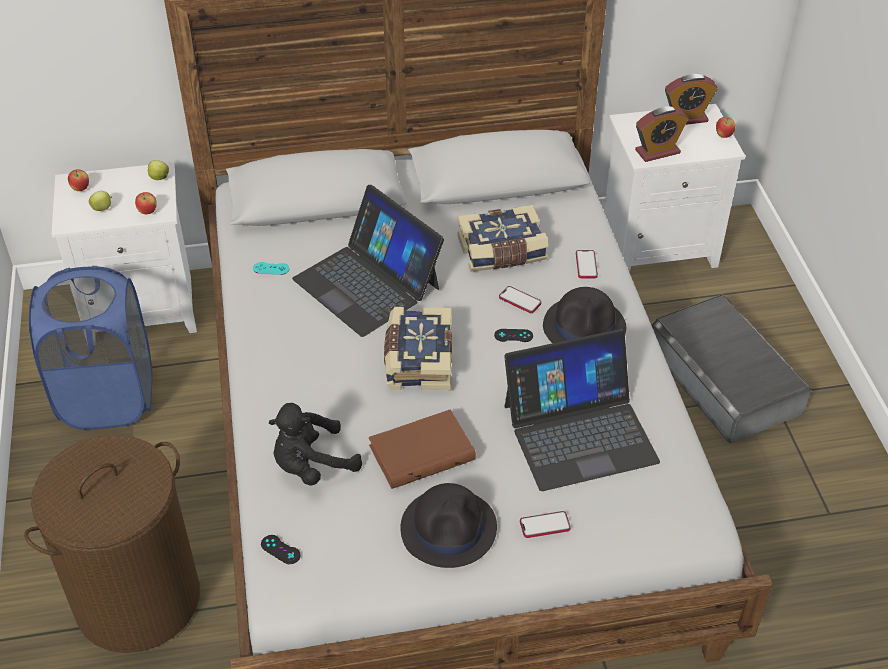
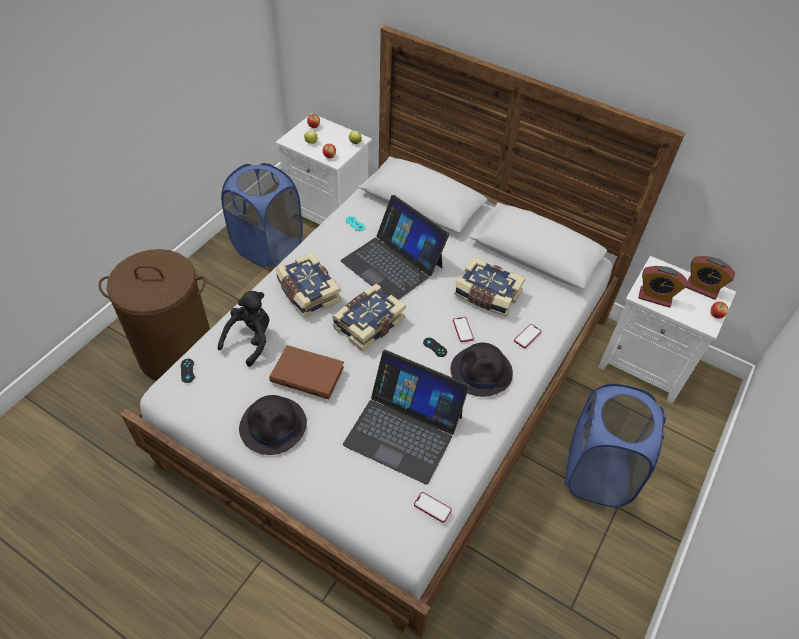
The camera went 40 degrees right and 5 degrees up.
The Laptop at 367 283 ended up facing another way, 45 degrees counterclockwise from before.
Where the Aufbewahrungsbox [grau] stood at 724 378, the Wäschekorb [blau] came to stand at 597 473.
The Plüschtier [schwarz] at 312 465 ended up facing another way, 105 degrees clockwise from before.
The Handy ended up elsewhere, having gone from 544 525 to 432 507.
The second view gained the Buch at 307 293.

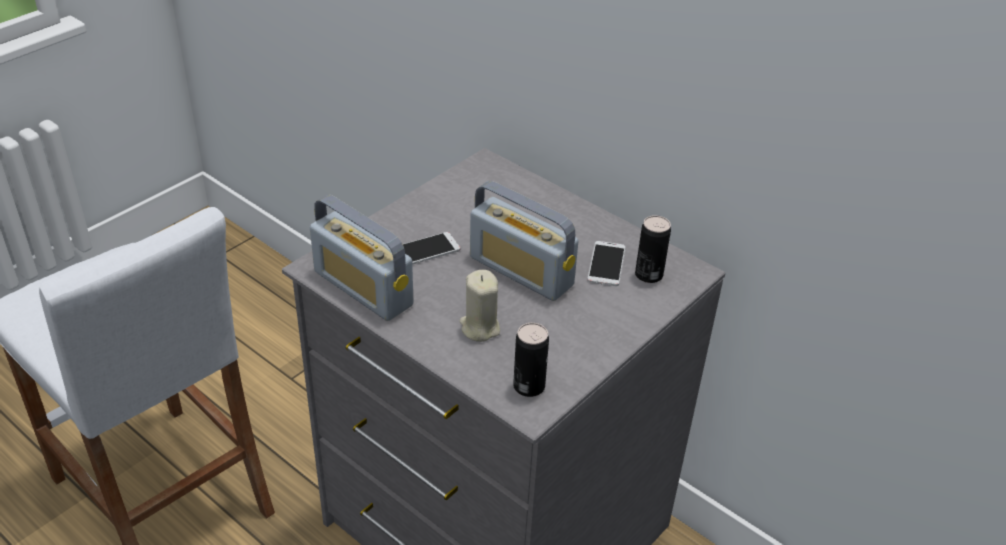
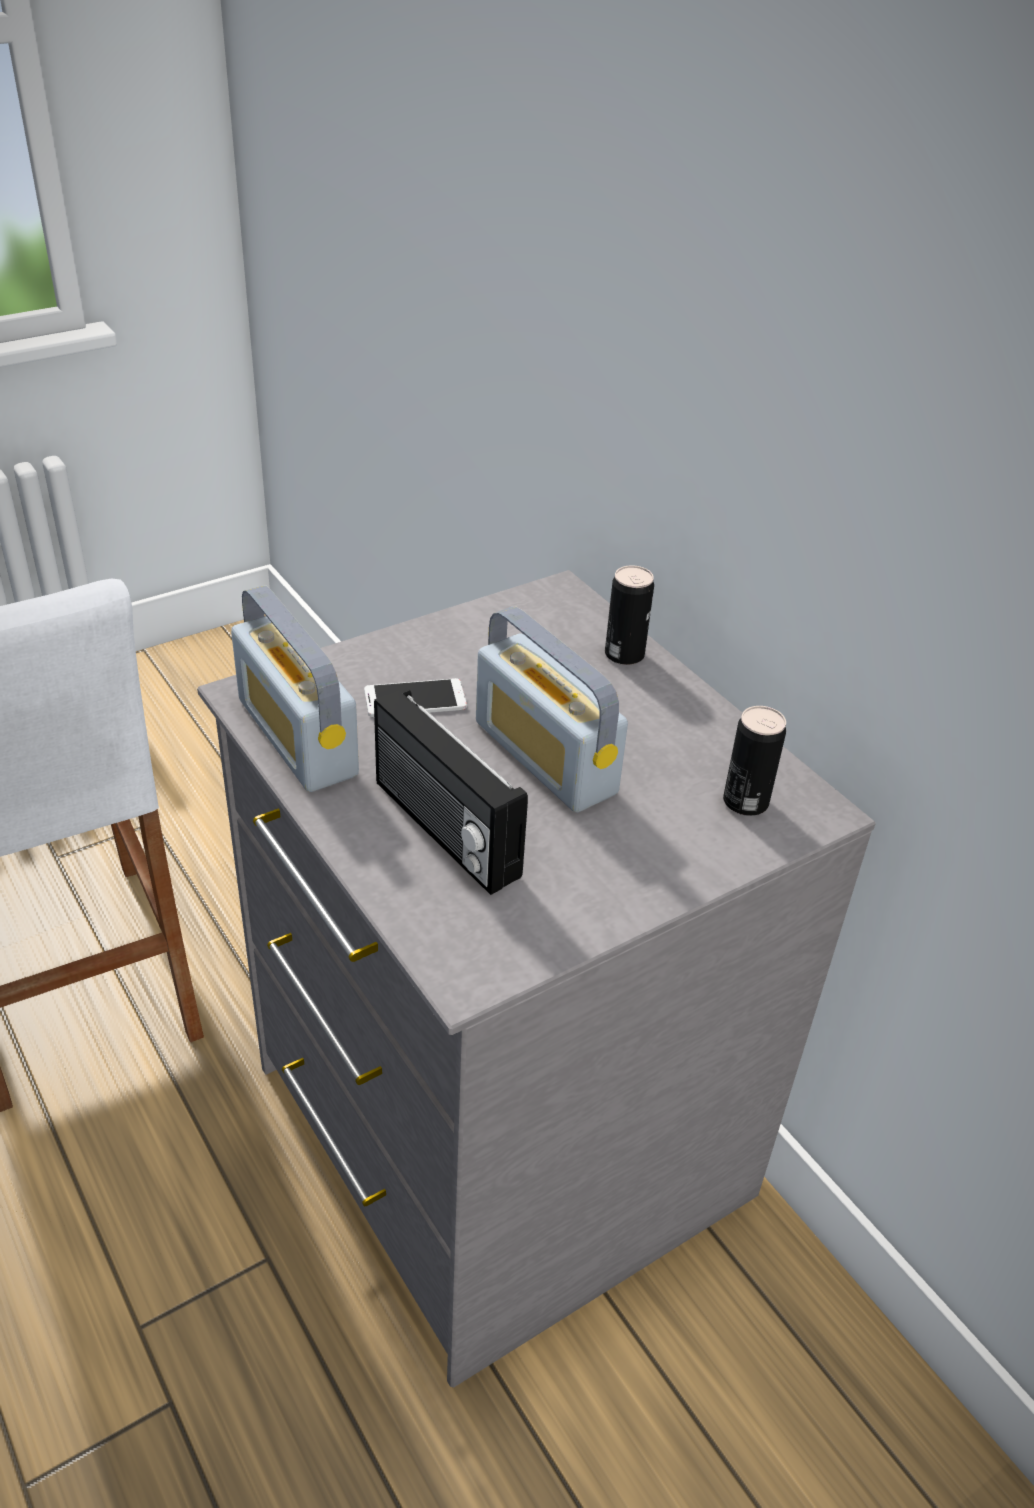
The camera went 15 degrees right and 0 degrees up.
The second view lost the Handy at 606 264.
Where the Kerze [beige] stood at 479 328, the Radio came to stand at 443 830.
The Dose ended up elsewhere, having gone from 529 386 to 624 655.

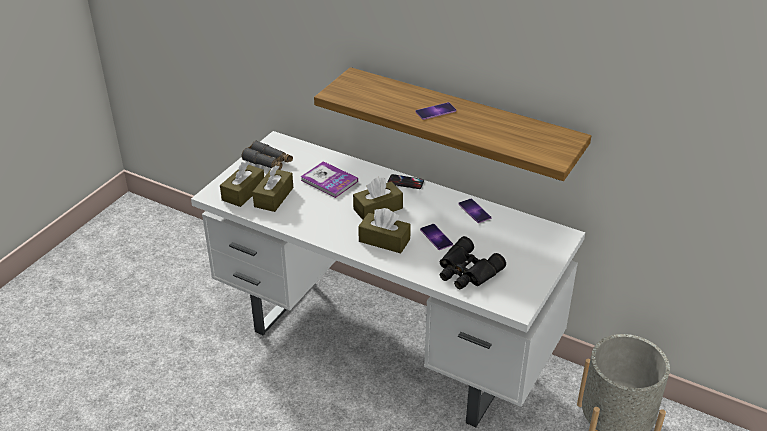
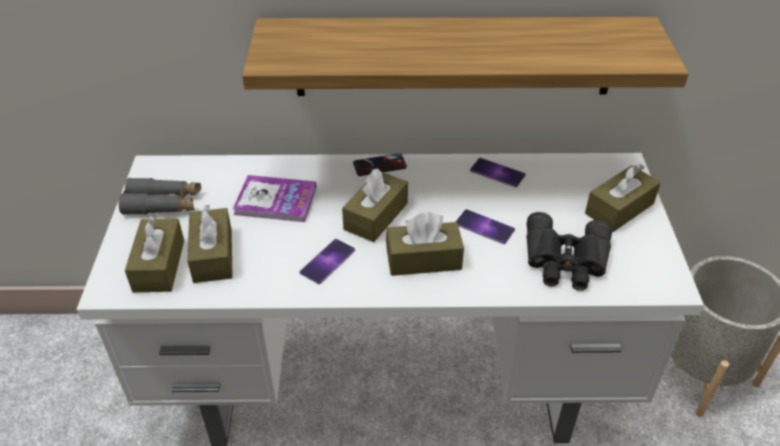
The camera went 30 degrees left and 5 degrees up.
The Handy ended up elsewhere, having gone from 435 111 to 327 261.
The second view gained the Taschentuchbox [braun] at 619 208.

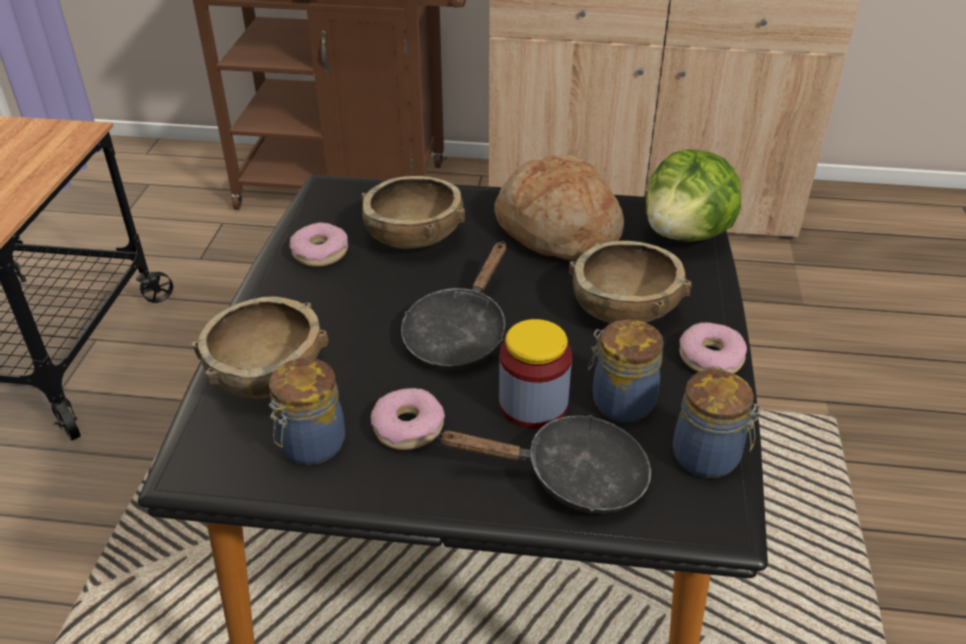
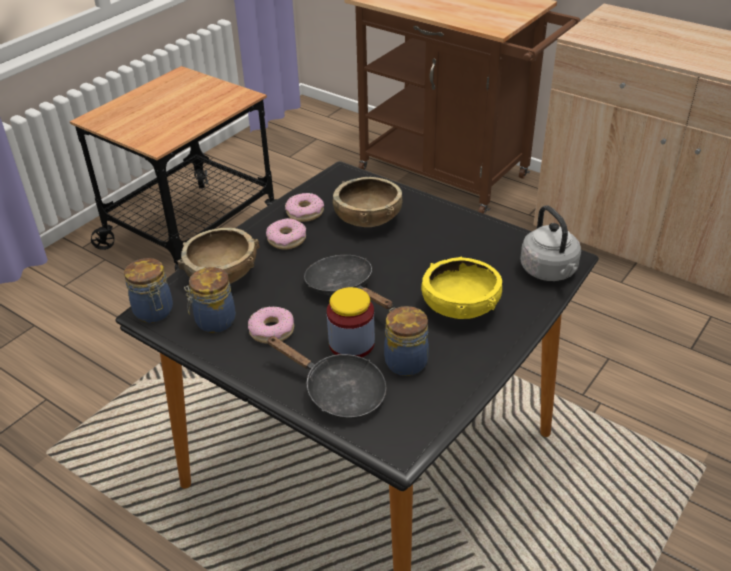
The camera went 30 degrees right and 0 degrees up.
Where the Salatkopf stood at 686 234, the Wasserkessel [grau] came to stand at 550 272.
The second view lost the Brot at 557 230.
What was the Schüssel [braun] at 625 309 turned into the Schüssel [gelb] at 460 307.
The Pfanne [schwarz] at 459 334 ended up facing another way, 90 degrees clockwise from before.
The Donut ended up elsewhere, having gone from 711 358 to 287 239.
The Vorratsglas ended up elsewhere, having gone from 708 458 to 154 312.

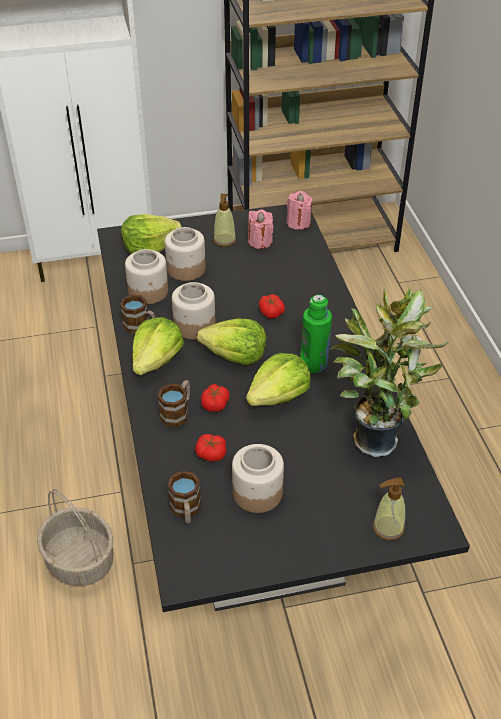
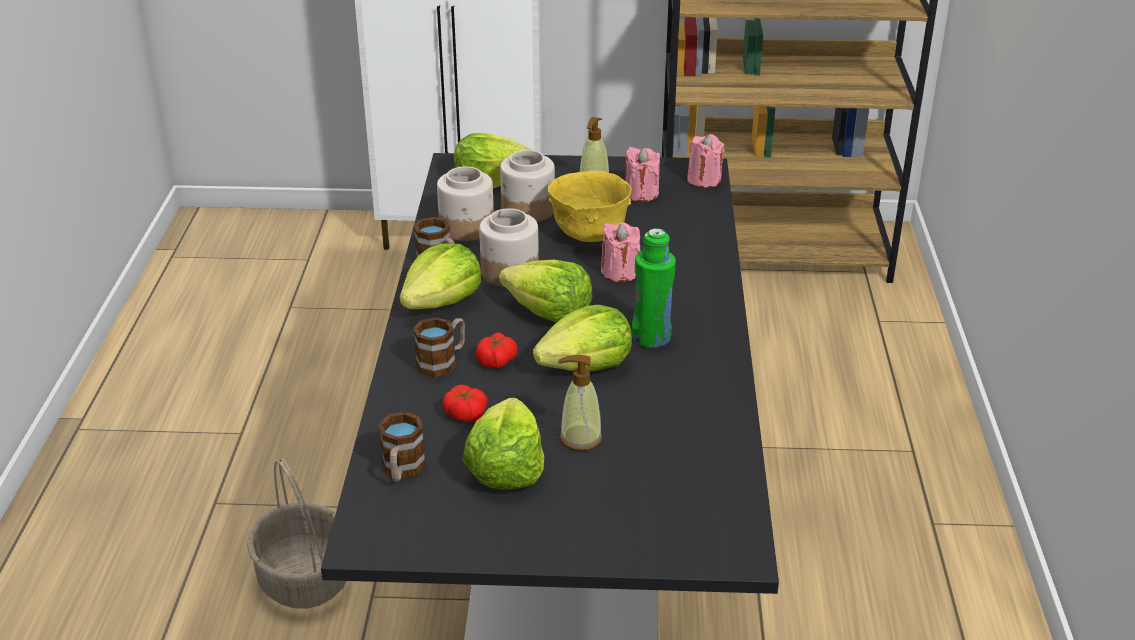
The camera went 15 degrees right and 10 degrees down.
The second view lost the Topfpflanze at 373 437.
Where the Tomate stood at 271 312, the Kerze [rosa] came to stand at 619 272.
Where the Vorratsglas stood at 257 493, the Salatkopf came to stand at 505 468.
The Seifenspender ended up elsewhere, having gone from 388 528 to 580 438.
The second view gained the Schüssel [gelb] at 589 235.

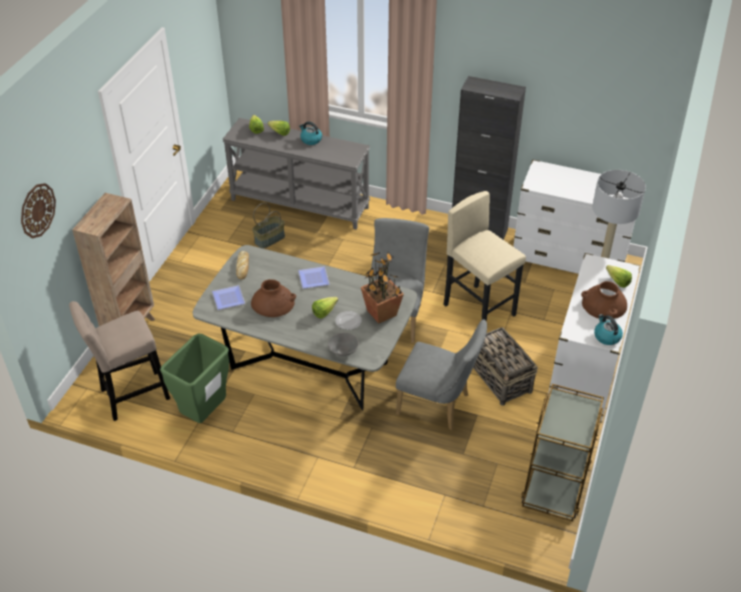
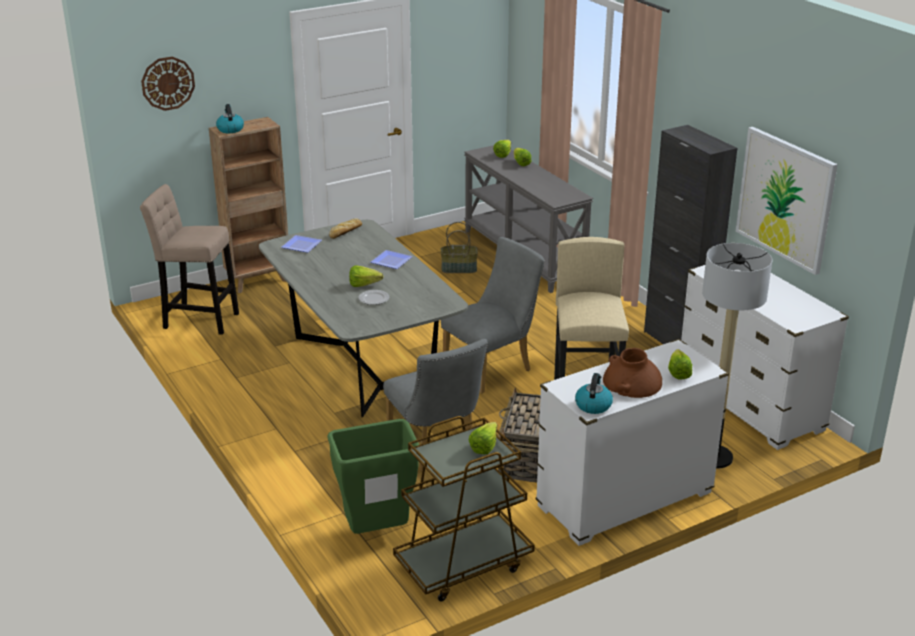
The camera went 40 degrees right and 15 degrees down.
The Wasserkessel ended up elsewhere, having gone from 310 139 to 230 129.
The second view lost the Topfpflanze at 381 313.
The second view lost the Vase [braun] at 273 303.
The second view lost the Schüssel [grau] at 343 351.
The Mülleimer [grün] ended up elsewhere, having gone from 204 414 to 376 532.
The second view gained the Bild at 785 199.
The second view gained the Salatkopf at 487 445.

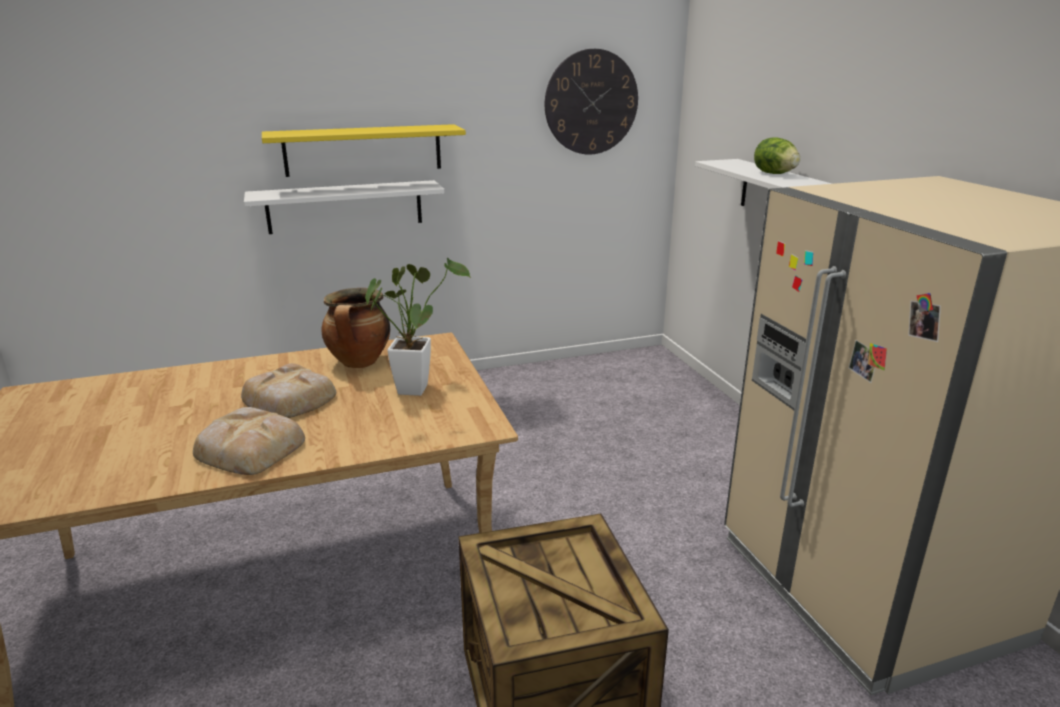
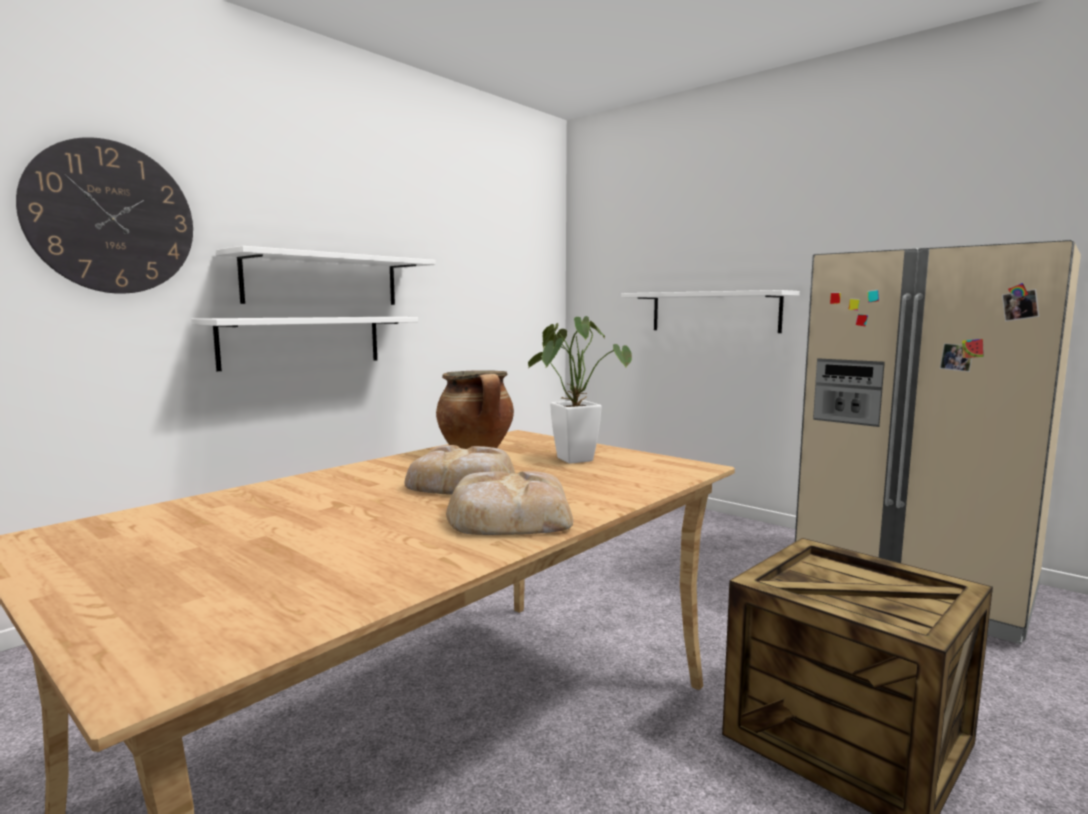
The camera went 30 degrees left and 15 degrees down.
The Wanduhr ended up elsewhere, having gone from 591 102 to 111 217.
What was the Wandregal [gelb] at 363 150 turned into the Wandregal [weiß] at 323 280.
The second view lost the Salatkopf at 774 174.

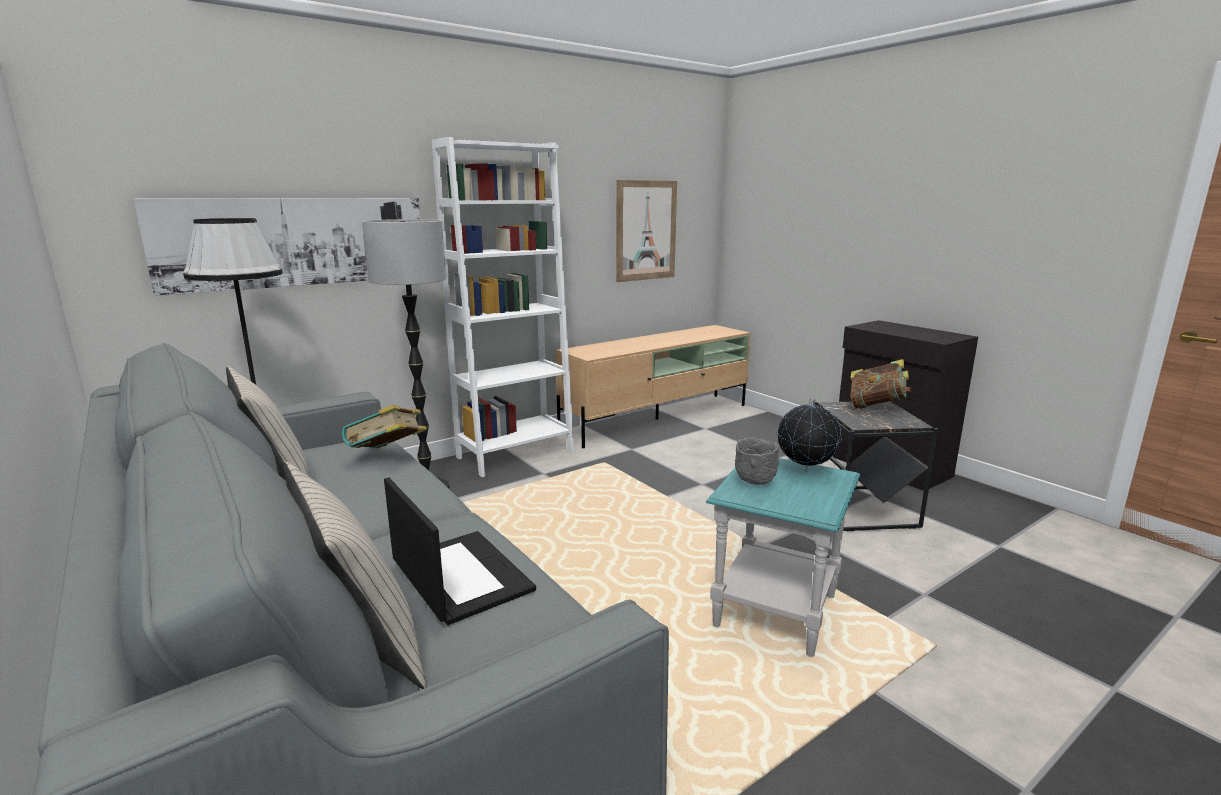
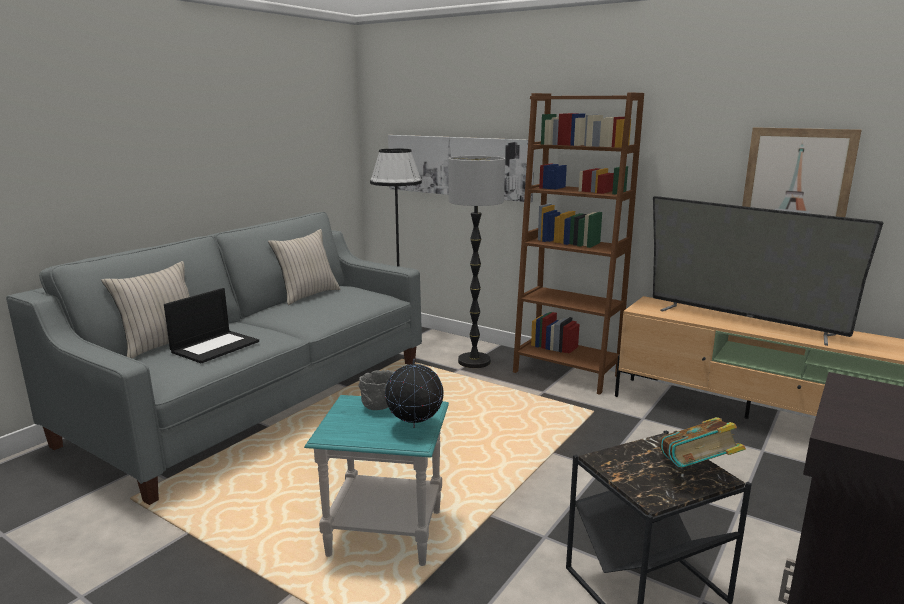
The camera went 70 degrees right and 0 degrees up.
What was the Bücherregal [weiß] at 515 455 turned into the Bücherregal [braun] at 566 373.
The second view lost the Buch at 388 456.
The second view gained the Fernseher at 742 322.

